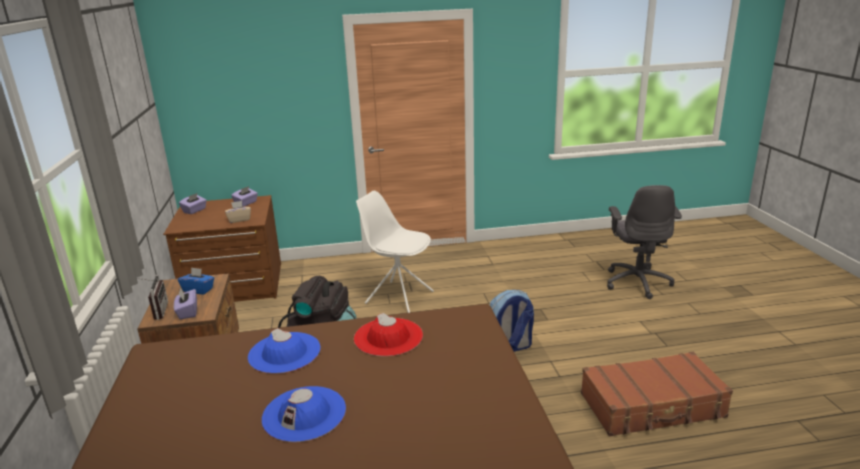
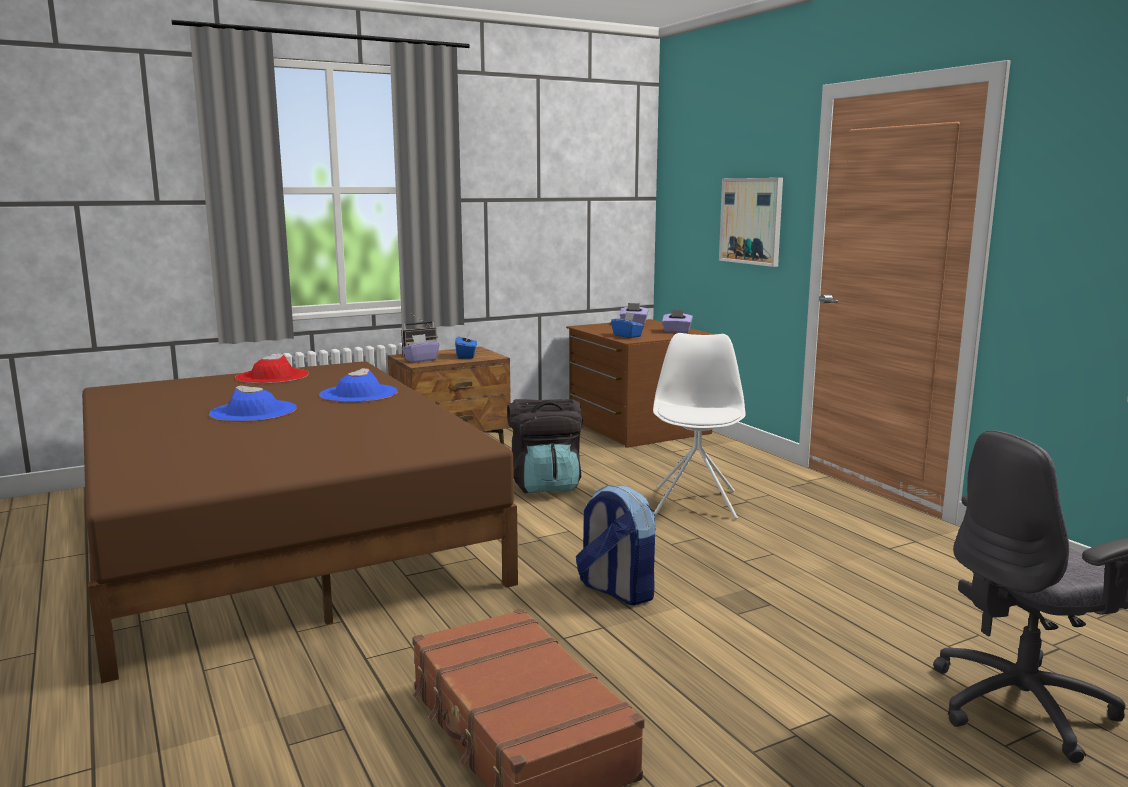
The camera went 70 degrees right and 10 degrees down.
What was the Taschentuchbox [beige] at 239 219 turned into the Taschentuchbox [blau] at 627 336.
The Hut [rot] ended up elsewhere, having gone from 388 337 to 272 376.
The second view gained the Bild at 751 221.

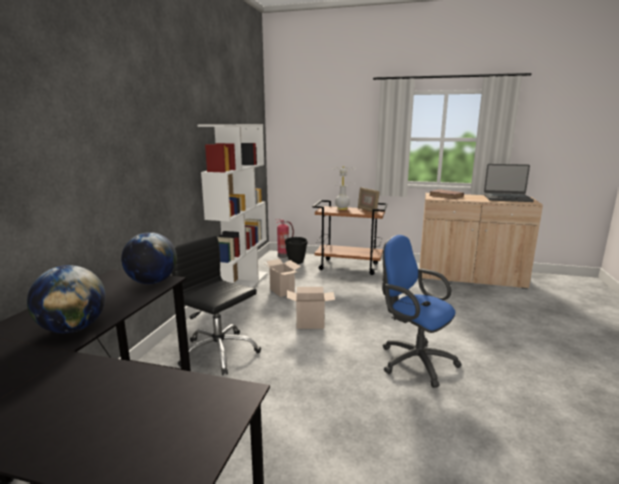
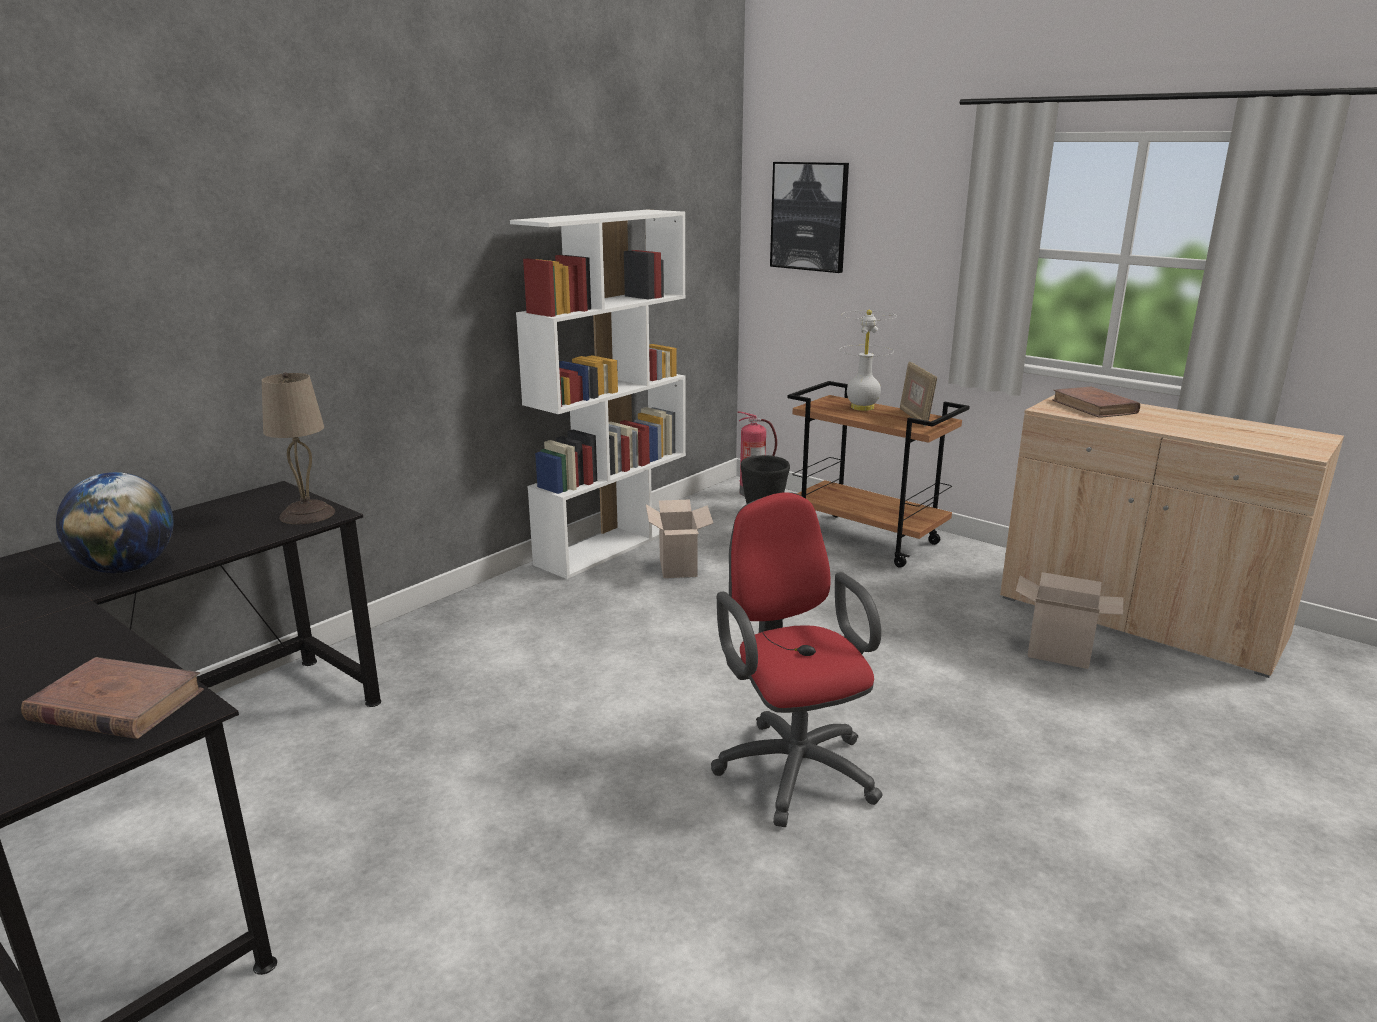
The camera went 25 degrees right and 5 degrees up.
The second view lost the Laptop at 507 198.
Where the Globus stood at 152 282, the Tischlampe [beige] came to stand at 306 514.
The second view lost the Bürostuhl [schwarz] at 218 352.
What was the Bürostuhl [blau] at 413 361 turned into the Bürostuhl [rot] at 792 765.
The Karton ended up elsewhere, having gone from 311 323 to 1061 653.
The second view gained the Bild at 809 216.
The second view gained the Buch [braun] at 116 705.

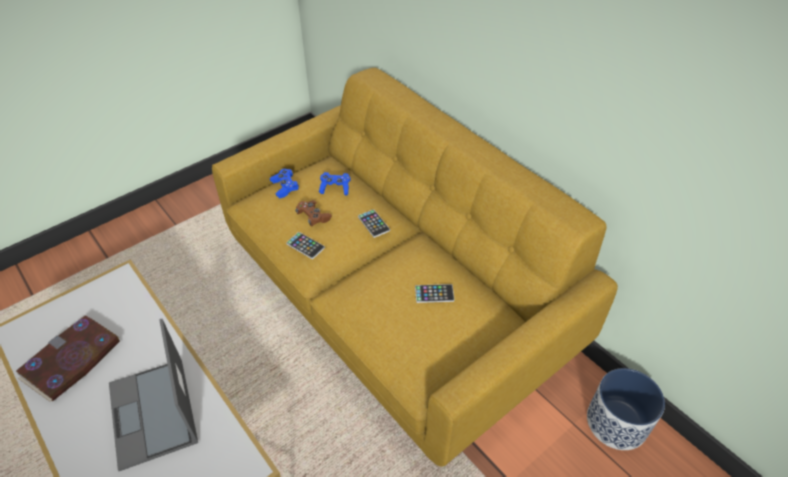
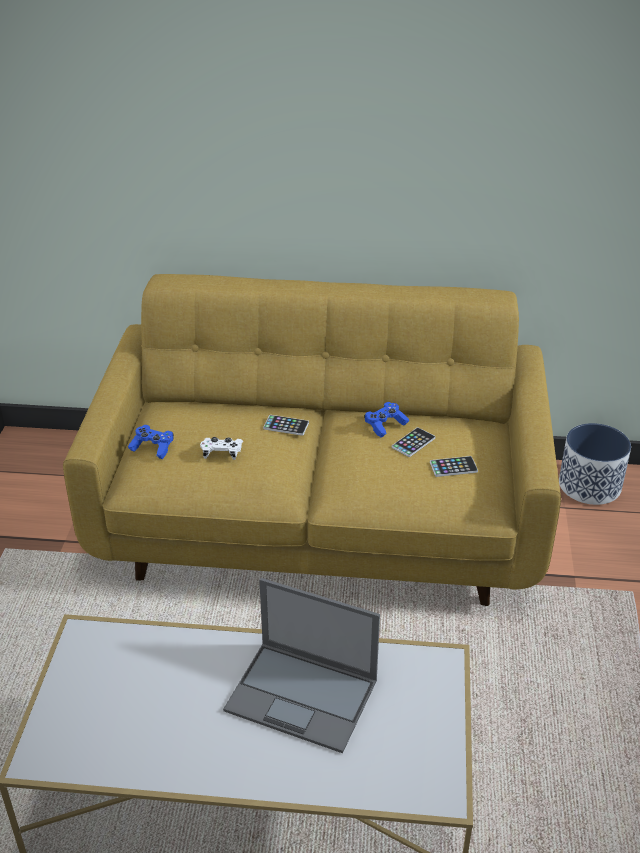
The camera went 45 degrees left and 10 degrees down.
The Gamepad [blau] ended up elsewhere, having gone from 335 188 to 385 425.
What was the Gamepad [braun] at 313 217 turned into the Gamepad [weiß] at 222 453.
The Handy ended up elsewhere, having gone from 305 246 to 453 467.
The second view lost the Buch at 71 360.

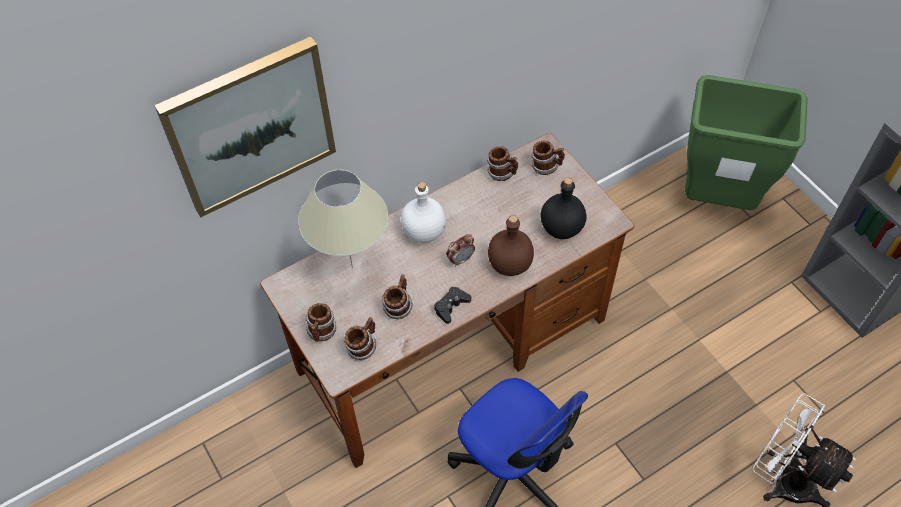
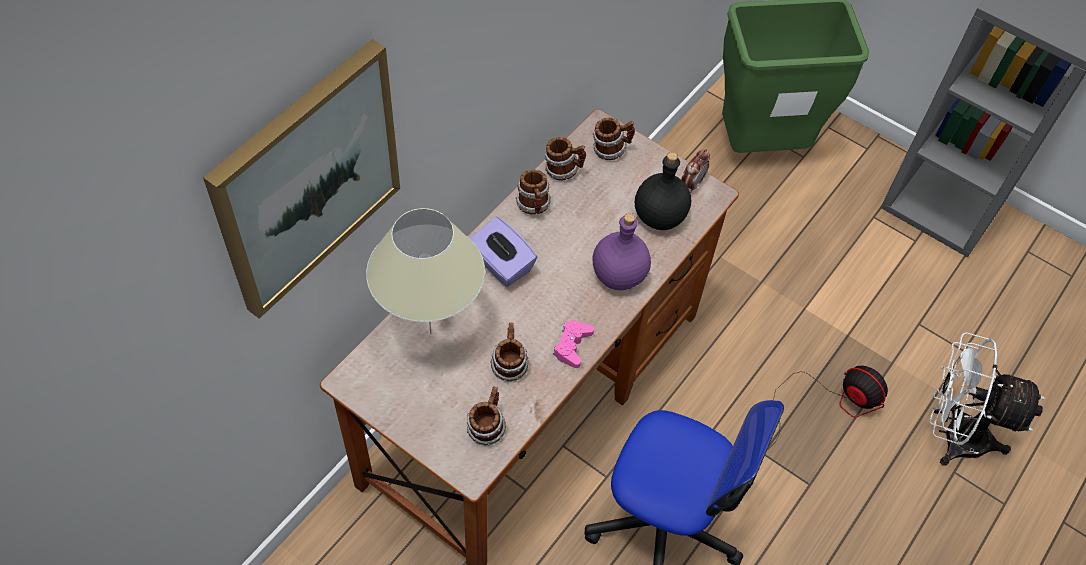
The camera went 25 degrees left and 0 degrees up.
Where the Flasche [weiß] stood at 425 232, the Taschentuchbox [lila] came to stand at 501 264.
What was the Flasche [braun] at 509 265 turned into the Flasche [lila] at 619 276.
The Wecker ended up elsewhere, having gone from 460 259 to 692 183.
What was the Gamepad [schwarz] at 451 306 turned into the Gamepad [rosa] at 572 346.
The Henkelbecher ended up elsewhere, having gone from 322 332 to 534 206.
The second view gained the Ventilator at 832 402.

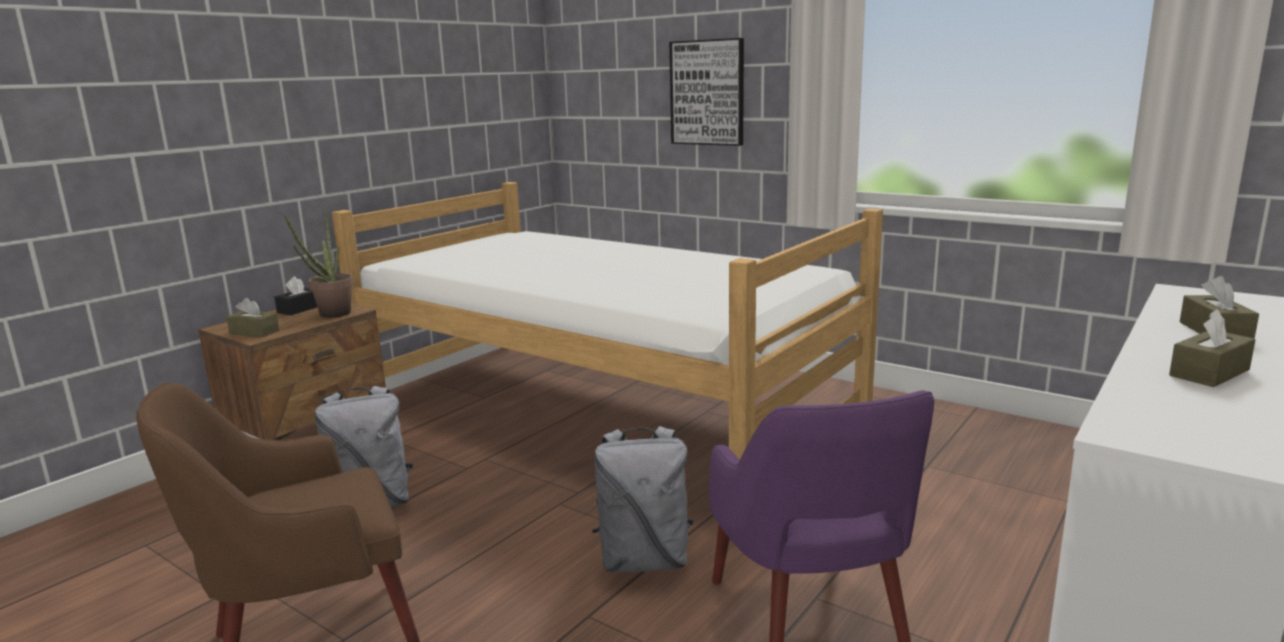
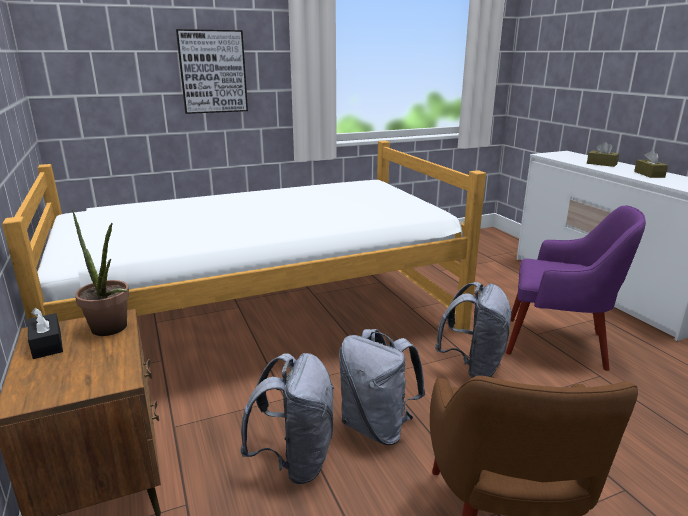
The camera went 60 degrees left and 5 degrees up.
The second view lost the Taschentuchbox [braun] at 254 332.
The second view gained the Rucksack [grau] at 377 427.

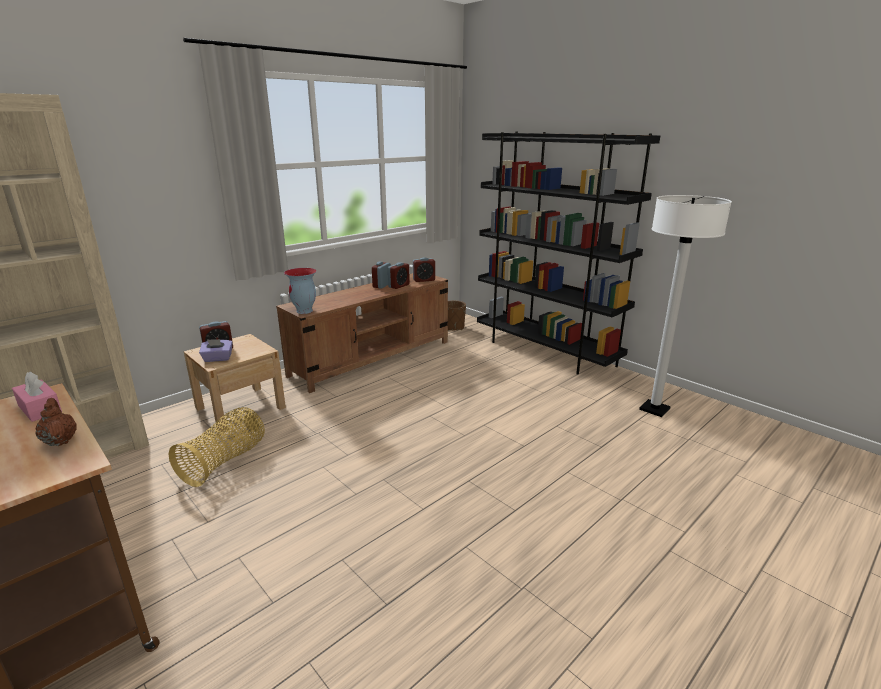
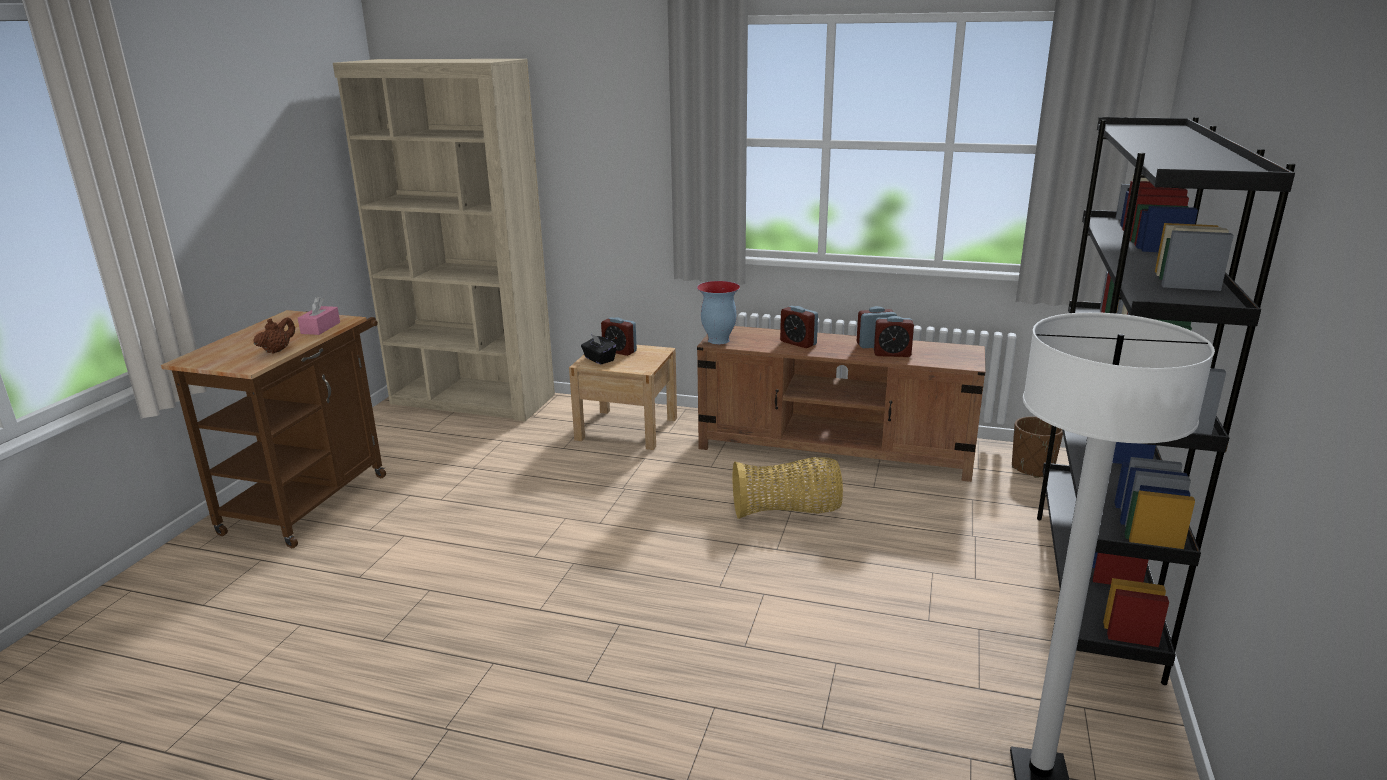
The camera went 60 degrees right and 0 degrees up.
The Wecker ended up elsewhere, having gone from 424 280 to 798 343.
What was the Taschentuchbox [lila] at 217 359 turned into the Taschentuchbox [schwarz] at 599 359.
The Korb ended up elsewhere, having gone from 225 461 to 787 511.

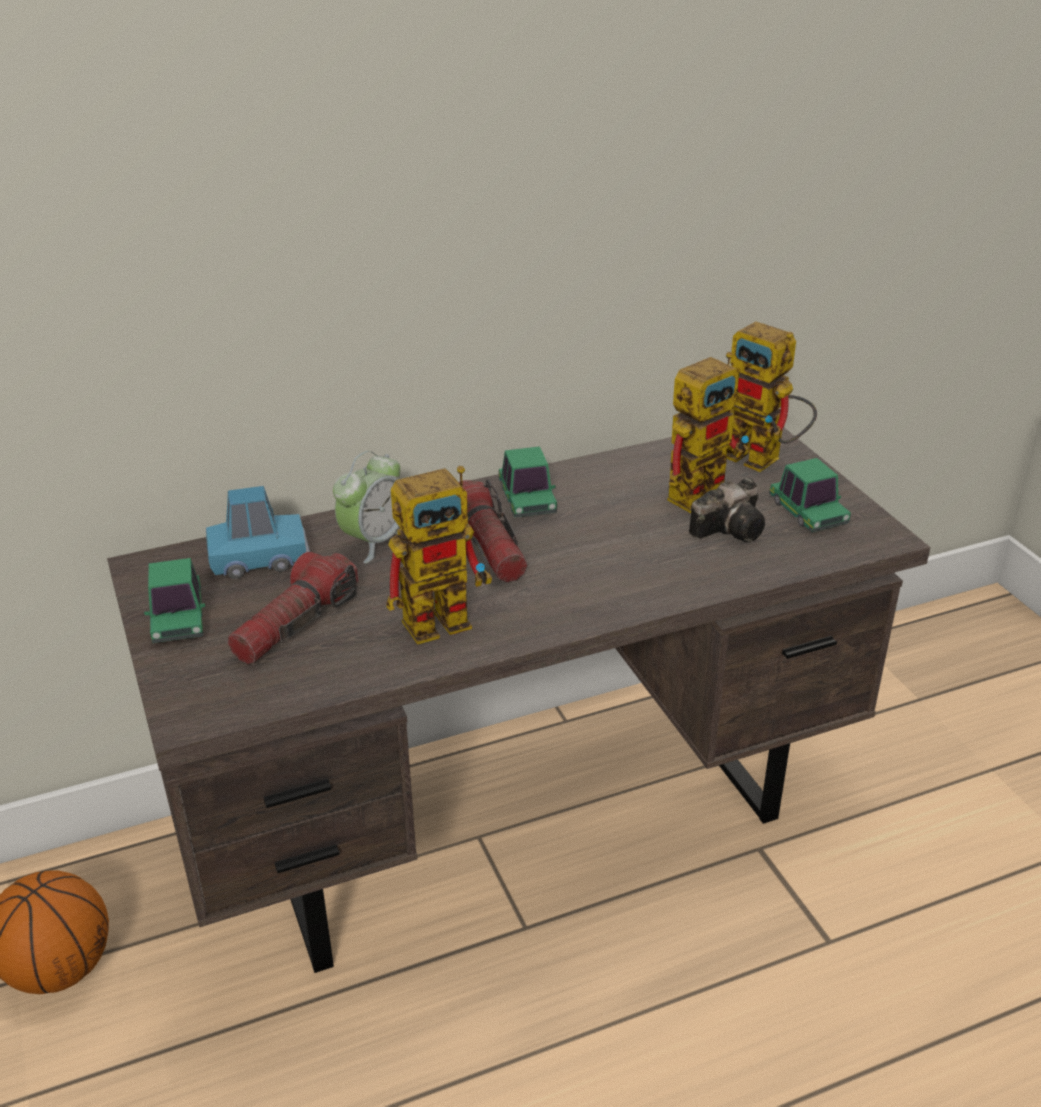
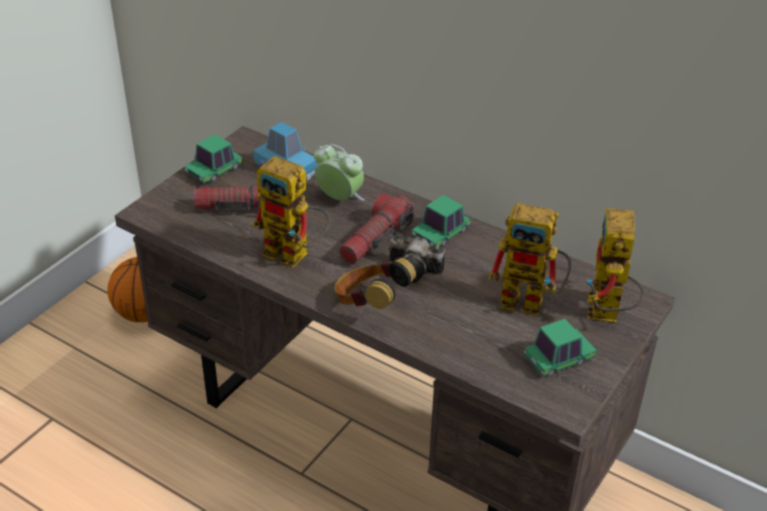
The camera went 55 degrees right and 5 degrees up.
The Wecker at 374 541 ended up facing another way, 150 degrees counterclockwise from before.
The Spielzeugauto at 807 513 ended up facing another way, 150 degrees counterclockwise from before.
The Kamera ended up elsewhere, having gone from 732 528 to 416 270.
The second view gained the Kopfhörer at 370 304.

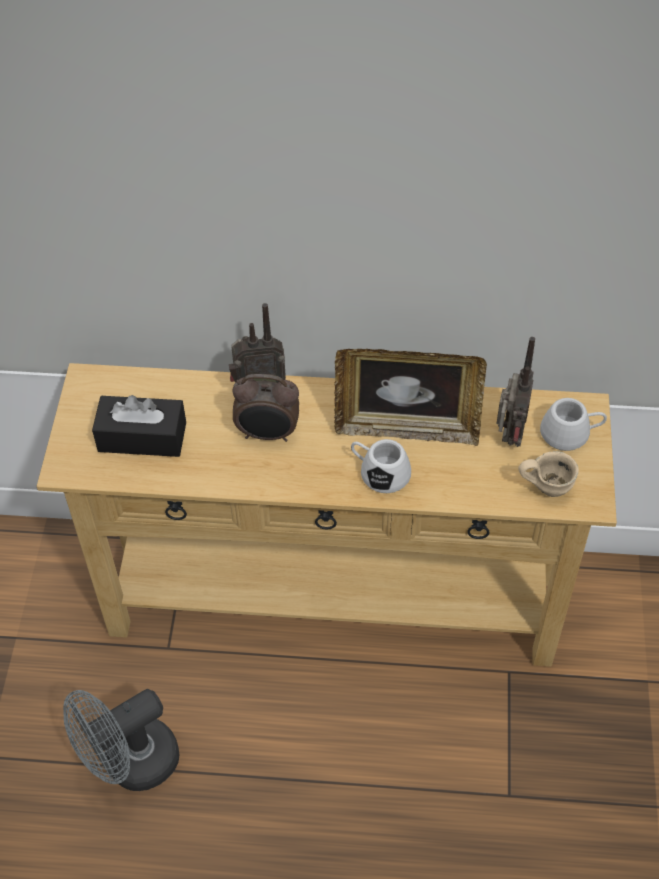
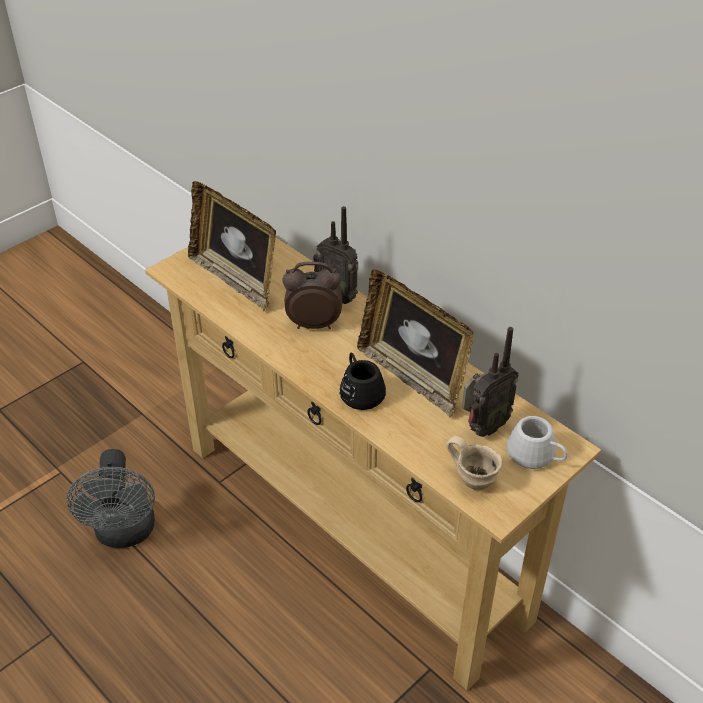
The camera went 40 degrees right and 10 degrees down.
The Wecker at 268 434 ended up facing another way, 135 degrees clockwise from before.
Where the Taschentuchbox [schwarz] stood at 142 437, the Bilderrahmen came to stand at 235 279.
What was the Henkelbecher [weiß] at 379 472 turned into the Henkelbecher [schwarz] at 360 391.
The Ventilator [grau] at 131 764 ended up facing another way, 105 degrees counterclockwise from before.

